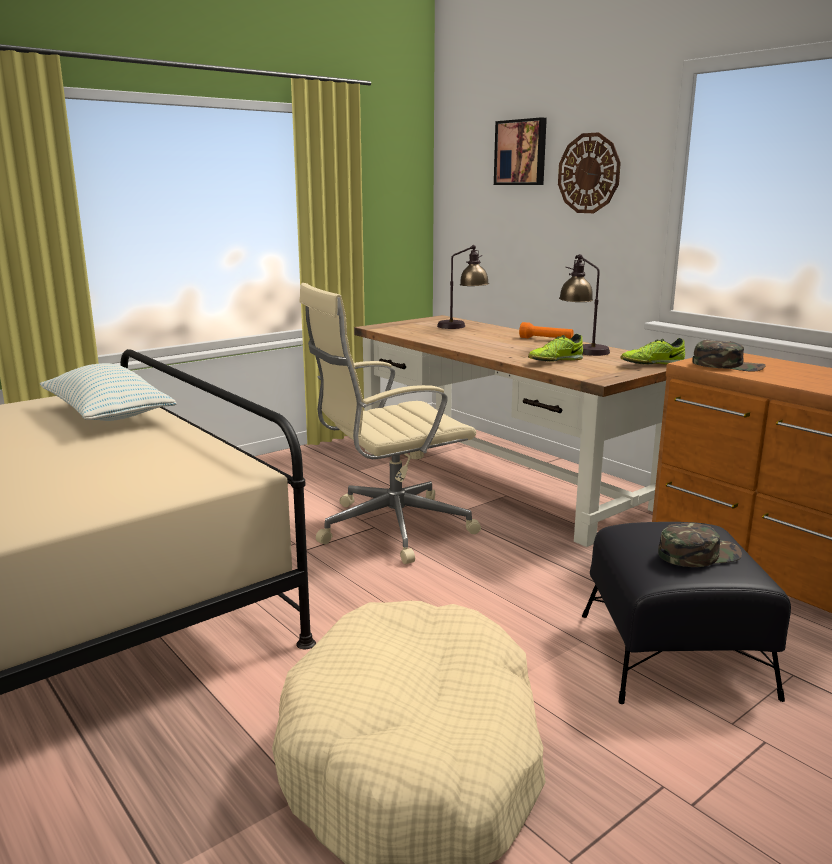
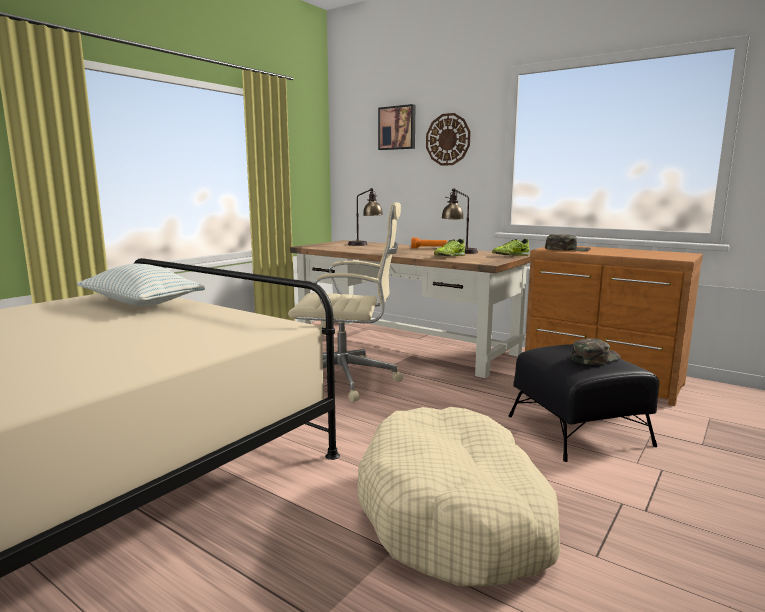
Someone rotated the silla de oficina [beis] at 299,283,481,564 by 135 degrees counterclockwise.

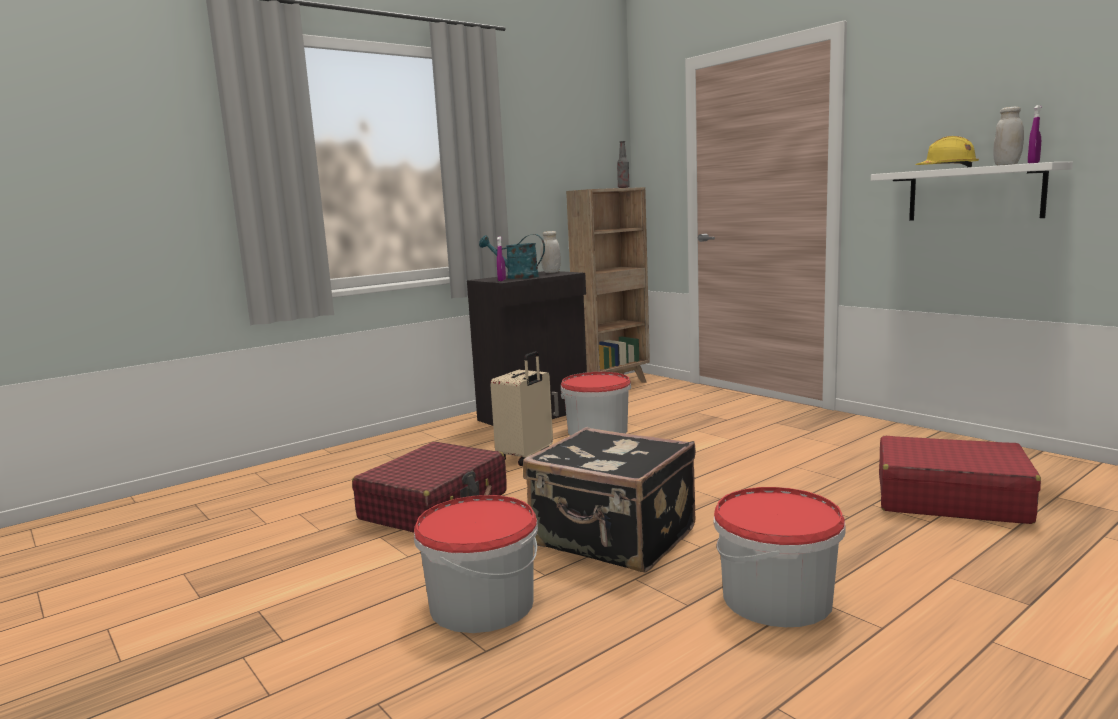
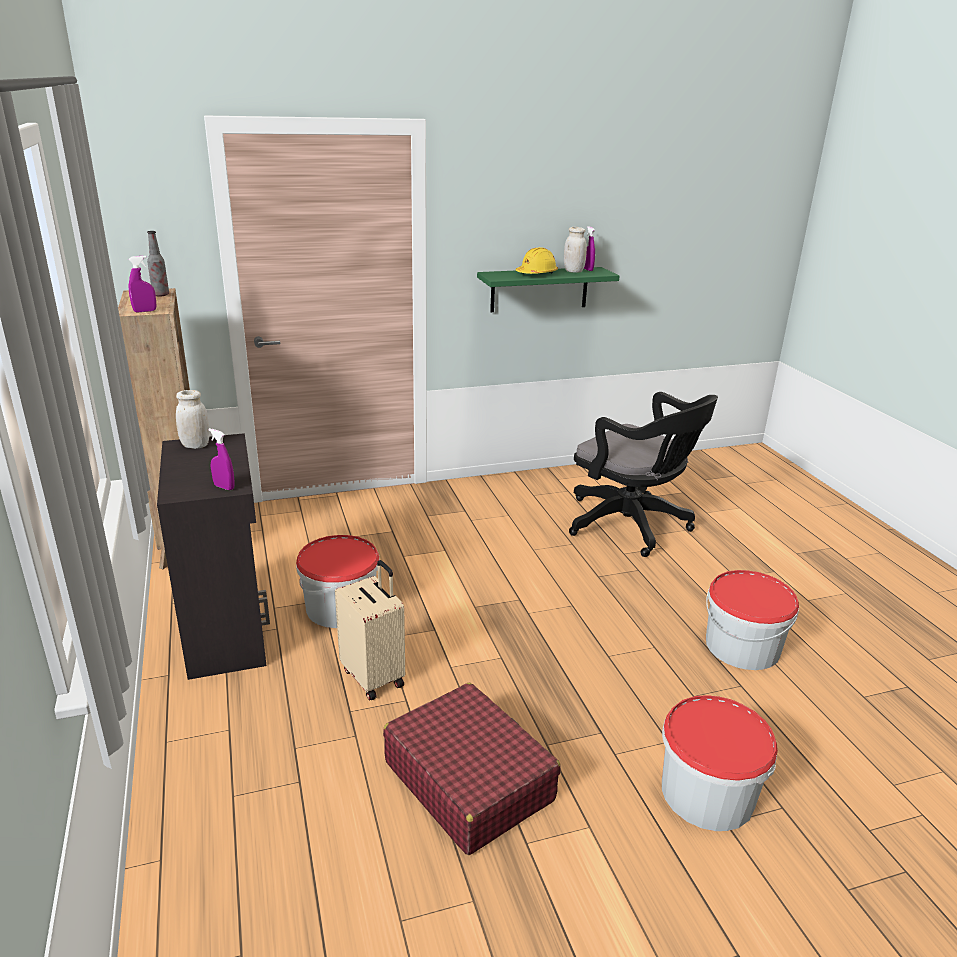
Someone repainted the estante [blanco] at 871,162,1073,221, which became the estante [verde] at 477,267,620,312.
Someone took away the regadera [turquesa] at 479,234,545,279.
Someone took away the maleta [negro] at 523,427,696,572.
Someone swapped the maleta [rojo] at 879,436,1041,524 for the silla de oficina [negro] at 569,392,718,557.
Someone put down the pulverizador [morado] at 128,256,156,312.

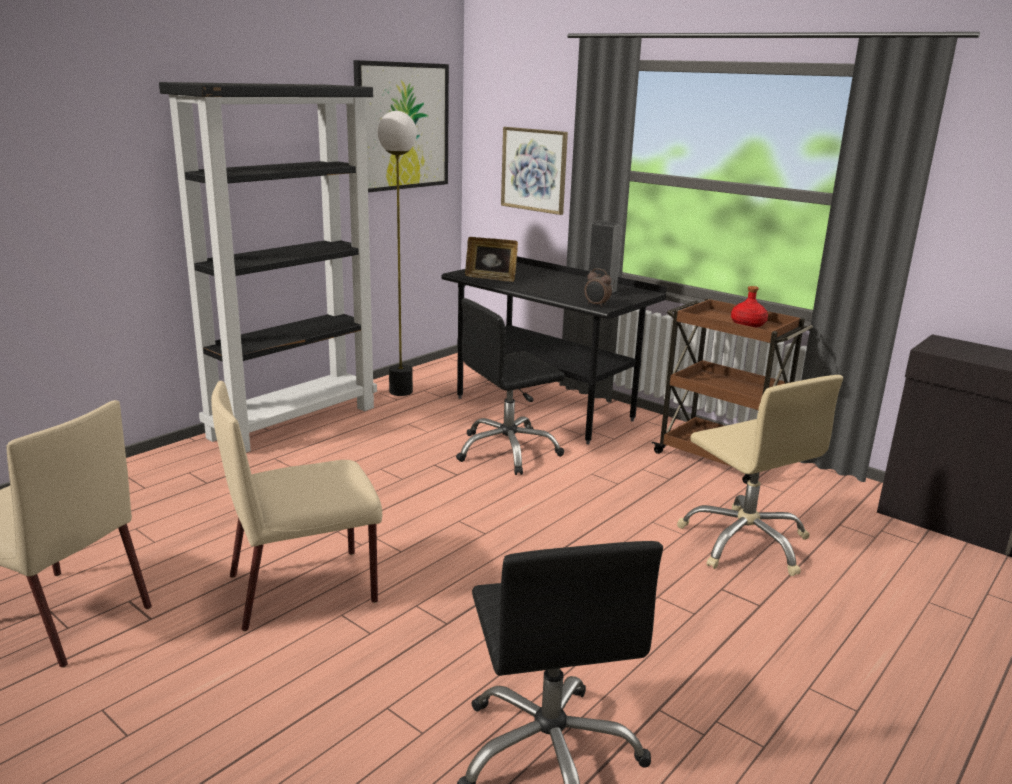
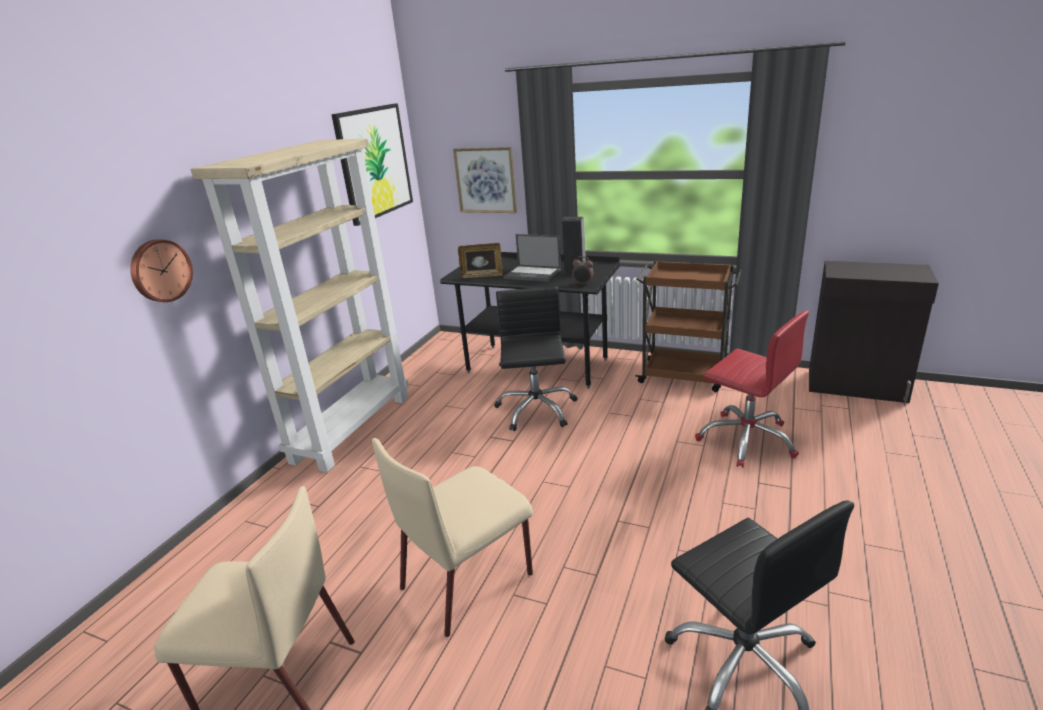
Someone repainted the estantería [negro] at 159,82,377,453, which became the estantería [beis] at 191,138,409,472.
Someone took away the lámpara de pie at 377,111,417,396.
Someone took away the botella [rojo] at 731,286,768,328.
Someone rotated the silla de oficina [negro] at 456,298,565,475 by 135 degrees clockwise.
Someone repainted the silla de oficina [beis] at 677,375,843,576, which became the silla de oficina [rojo] at 695,310,809,468.
Someone put down the portátil at 503,234,561,282.
Someone put up the reloj de pared at 130,239,193,302.

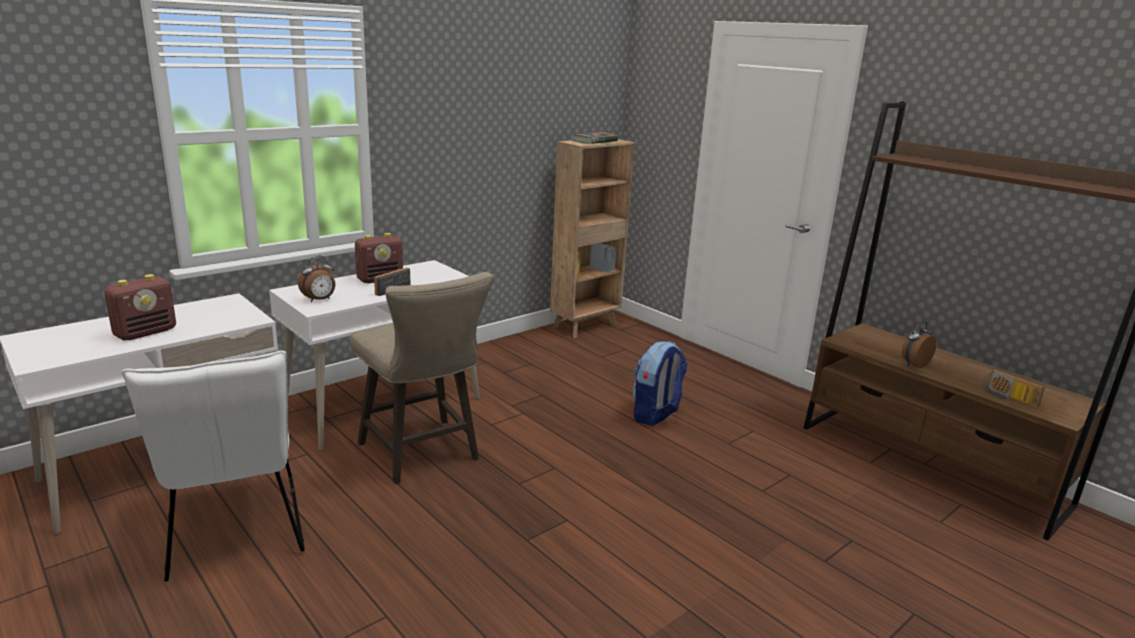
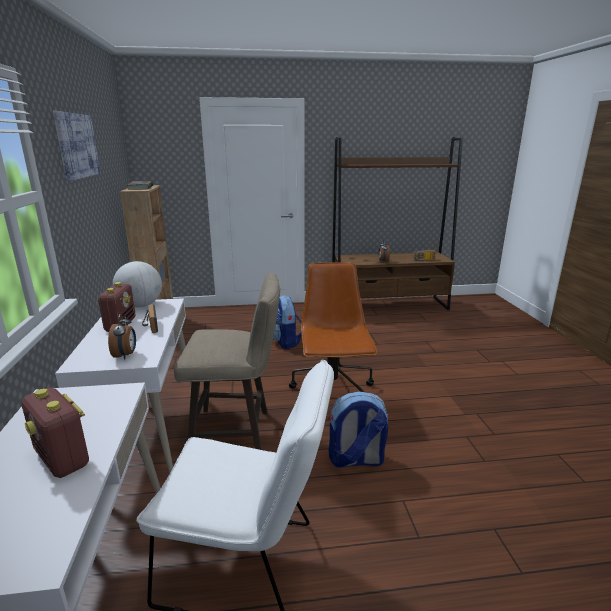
Someone rotated the radio at 104,274,176,341 by 150 degrees clockwise.
Someone put up the cuadro at 53,111,100,181.
Someone put down the globo terráqueo at 113,261,162,307.
Someone put down the silla de oficina [marrón] at 289,262,377,392.
Someone put down the mochila at 329,391,388,468.

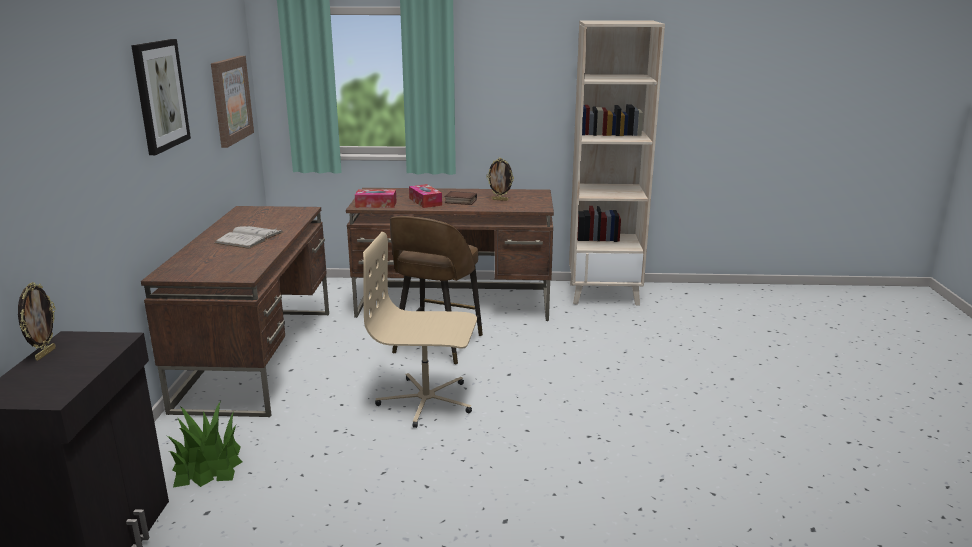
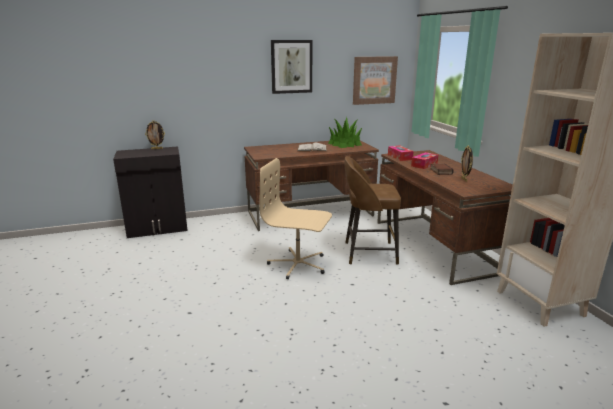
Someone rotated the silla de oficina [beis] at 363,232,477,428 by 60 degrees counterclockwise.
Someone carried the planta en maceta from 167,401,242,488 to 328,117,363,148.

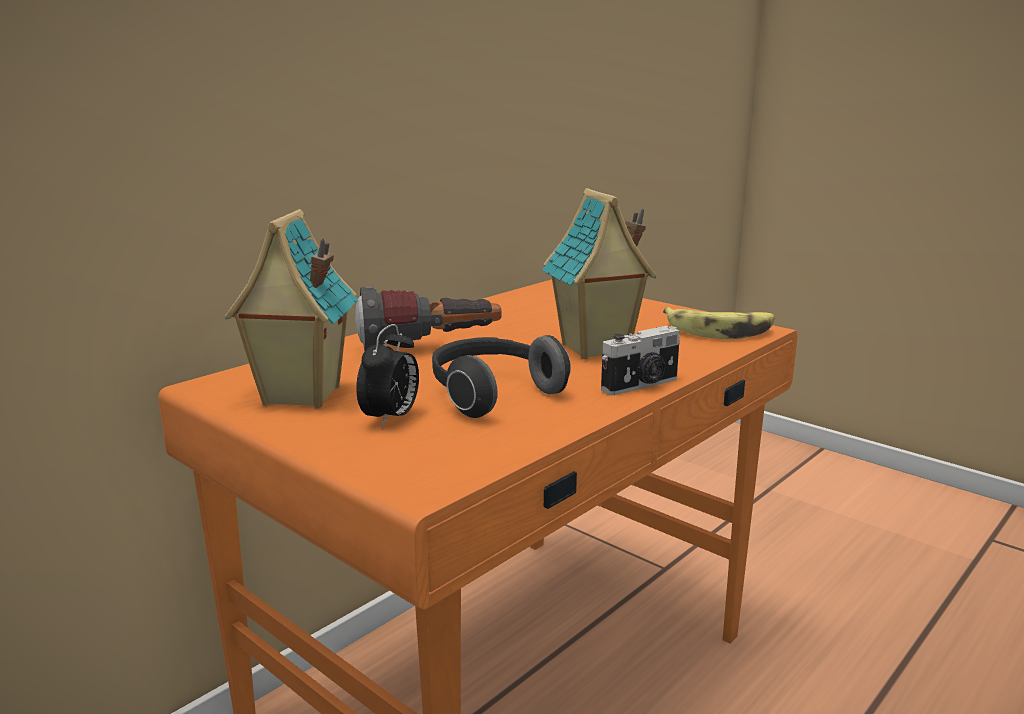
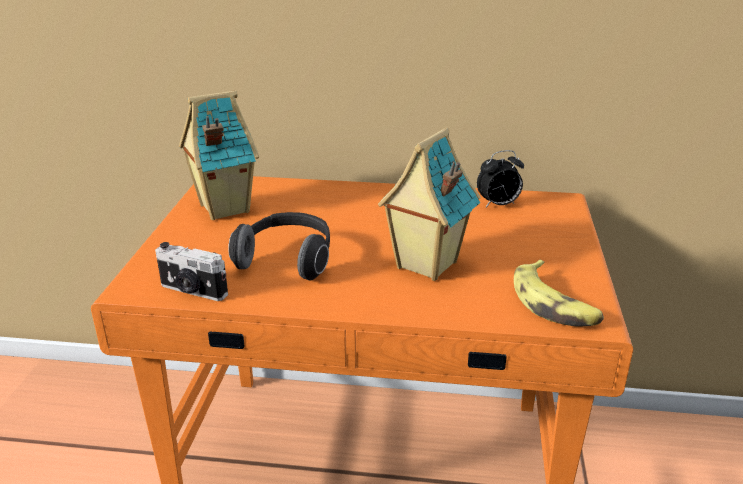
Someone took away the linterna at 355,286,502,351.
Someone carried the despertador from 356,324,419,428 to 477,150,524,207.
Someone carried the cámara from 601,326,680,395 to 155,242,228,301.

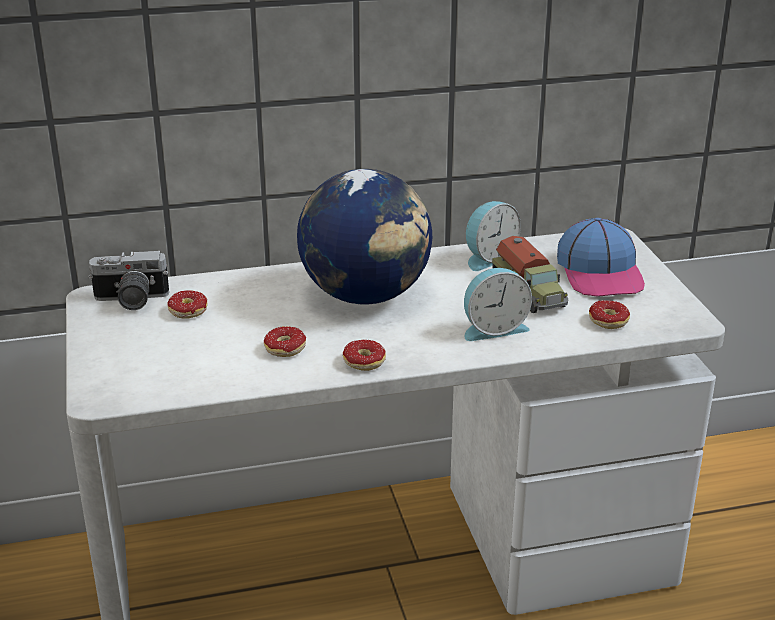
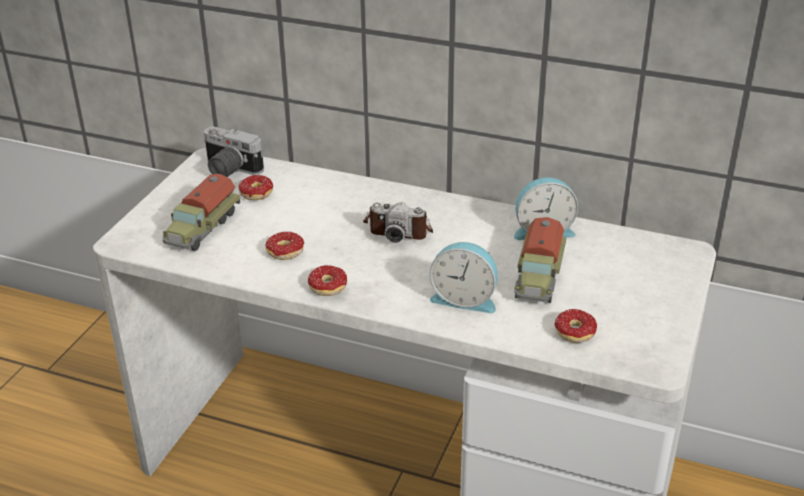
Someone swapped the globo terráqueo at 297,169,432,305 for the cámara at 363,202,433,243.
Someone took away the gorra at 557,218,645,297.
Someone put down the camión de juguete at 162,174,240,251.

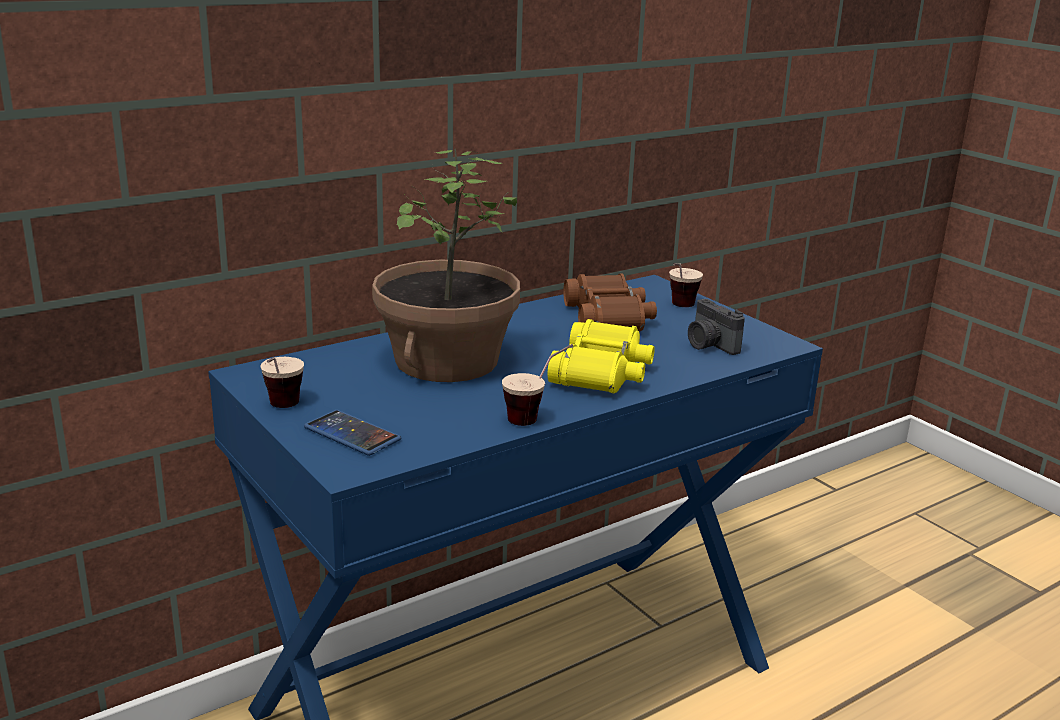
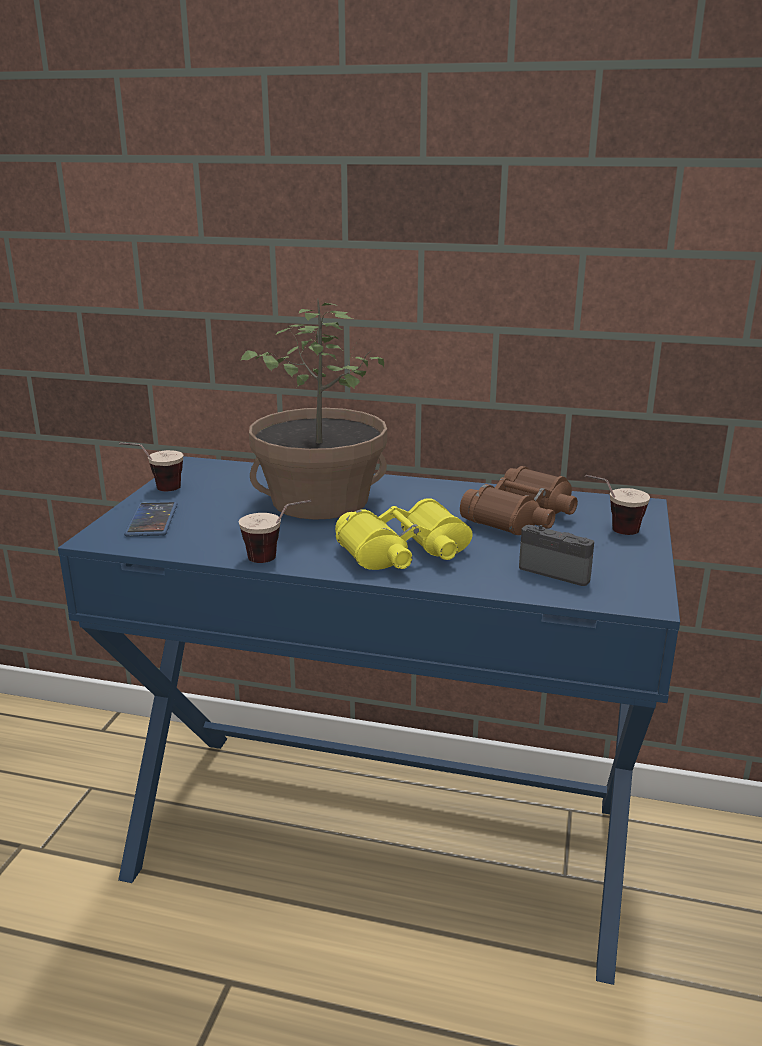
Someone rotated the cámara at 688,299,745,355 by 105 degrees clockwise.

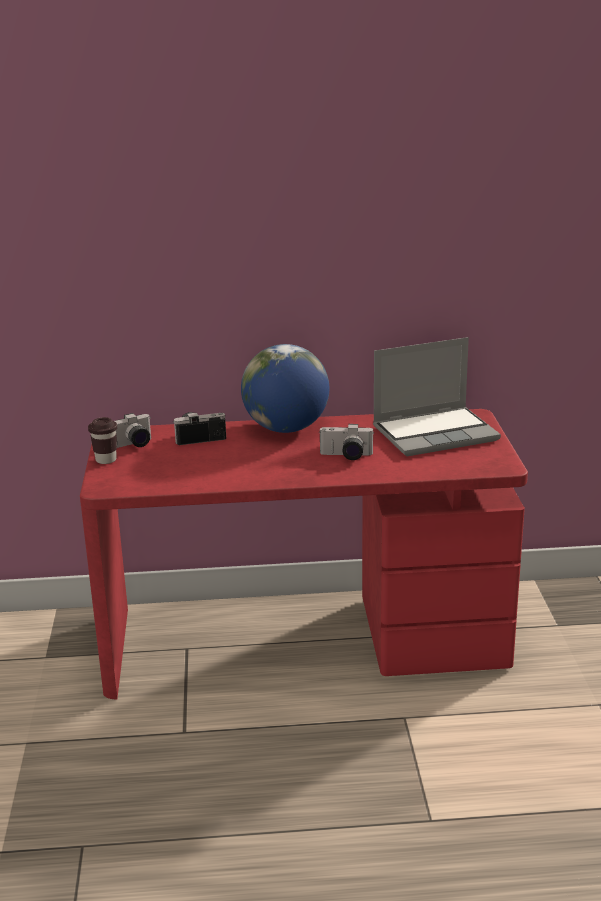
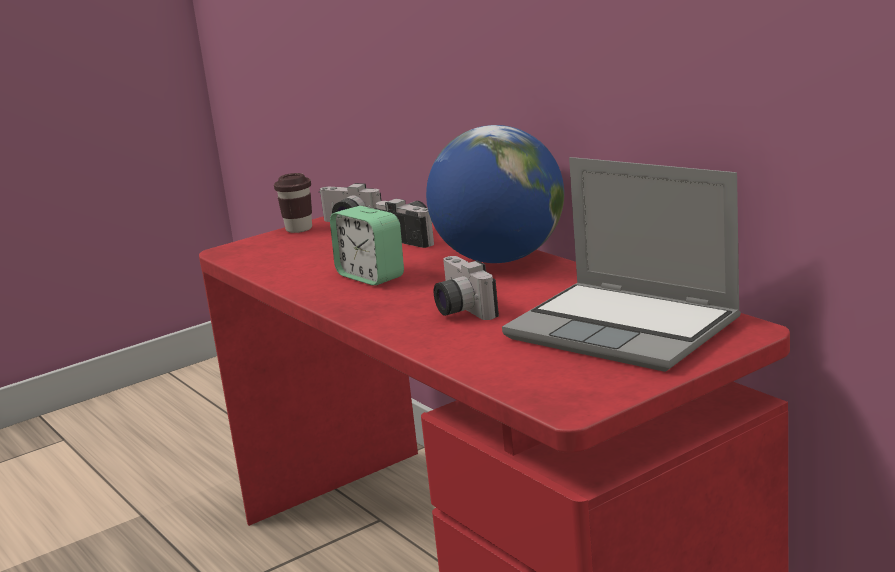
Someone put down the despertador at 330,206,404,285.

